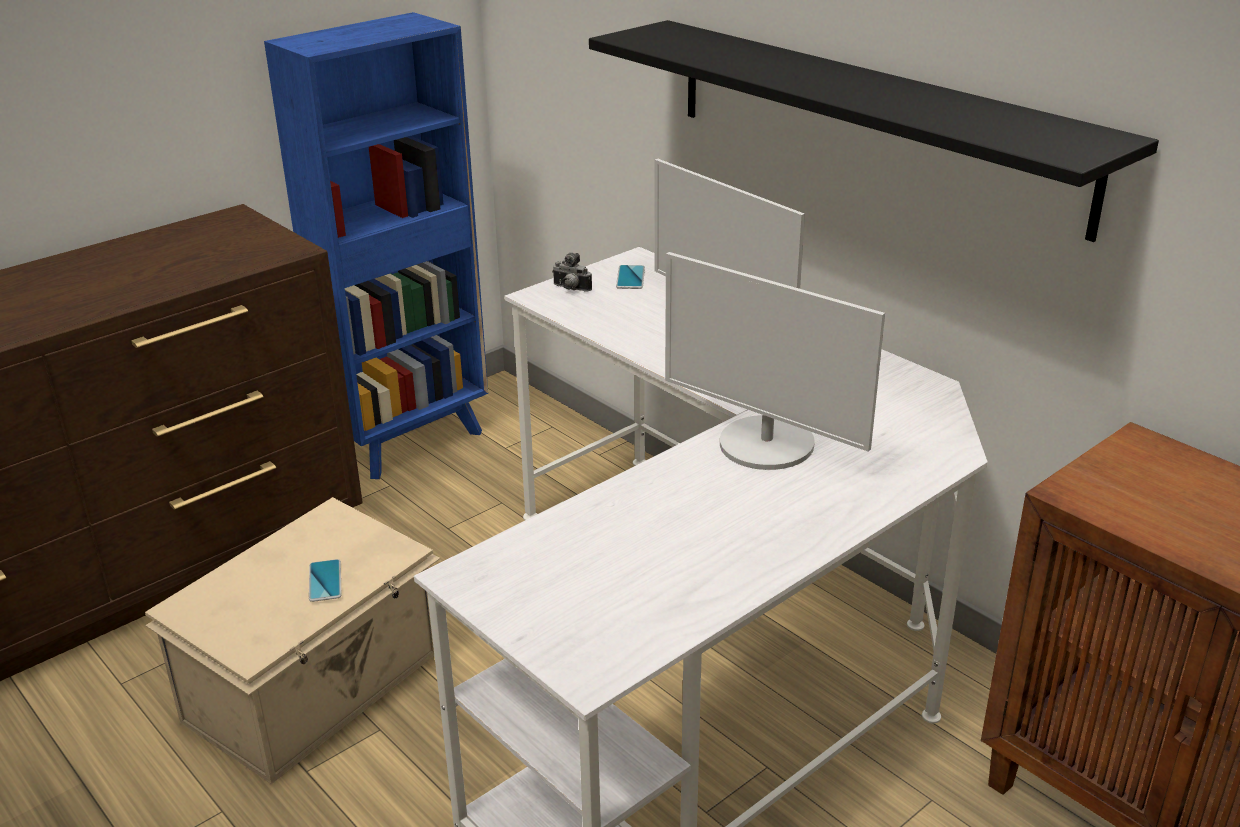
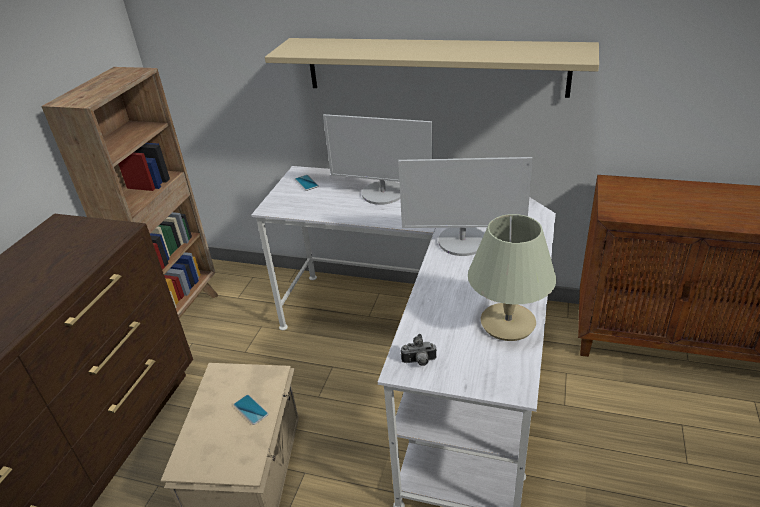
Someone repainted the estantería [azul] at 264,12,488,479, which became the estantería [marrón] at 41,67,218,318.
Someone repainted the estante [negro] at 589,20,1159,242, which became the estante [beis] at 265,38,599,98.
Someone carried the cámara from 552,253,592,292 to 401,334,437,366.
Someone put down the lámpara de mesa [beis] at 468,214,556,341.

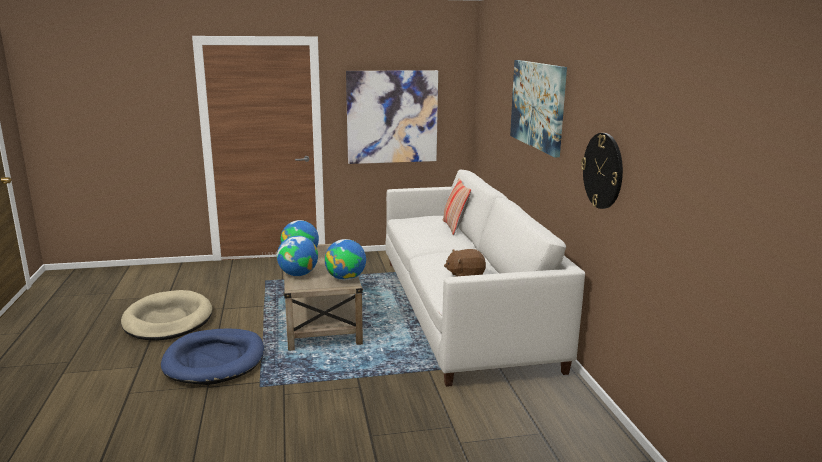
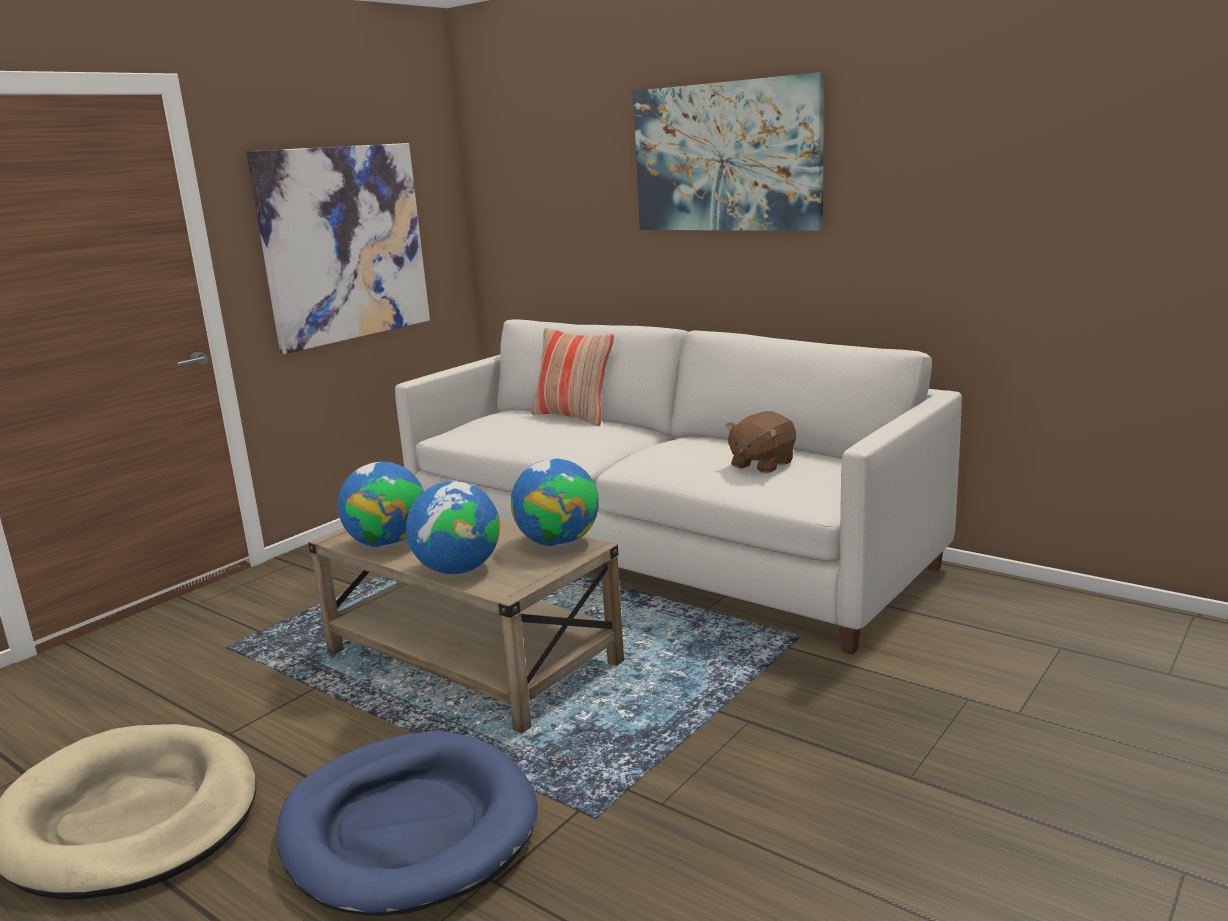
Someone took away the reloj de pared at 581,133,623,209.

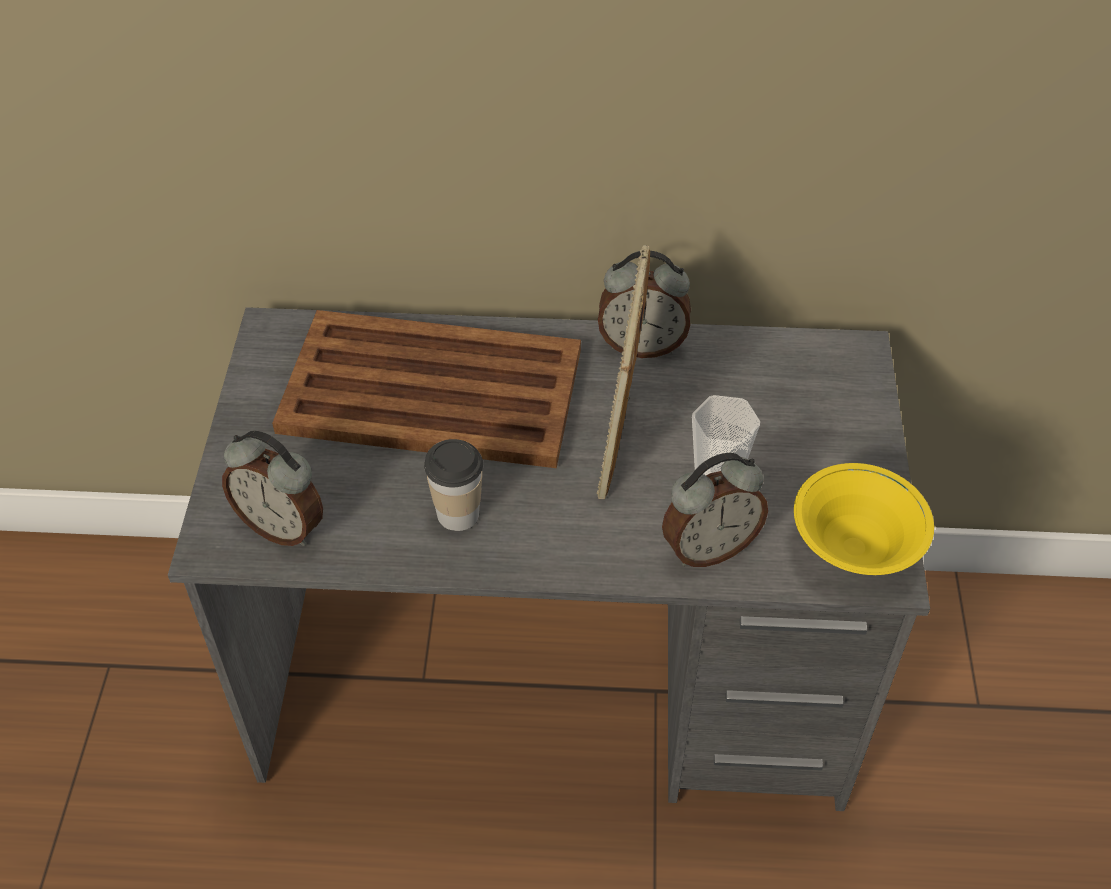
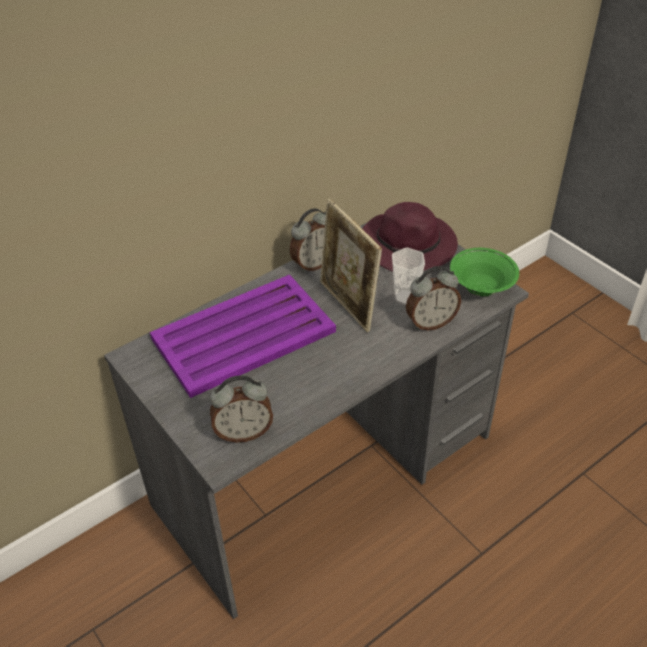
Someone repainted the bandeja [marrón] at 272,310,581,468, which became the bandeja [morado] at 150,274,336,398.
Someone took away the taza at 424,439,483,531.
Someone rotated the despertador at 662,453,768,567 by 45 degrees clockwise.
Someone repainted the cuenco [amarillo] at 794,463,934,575, which became the cuenco [verde] at 450,248,519,297.
Someone put down the sombrero [morado] at 362,202,458,272.

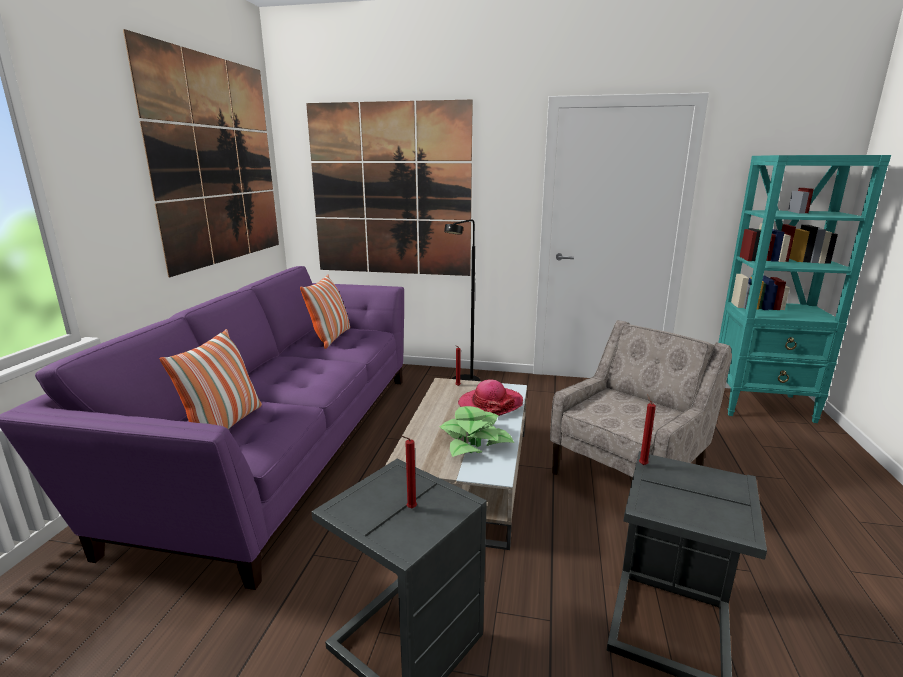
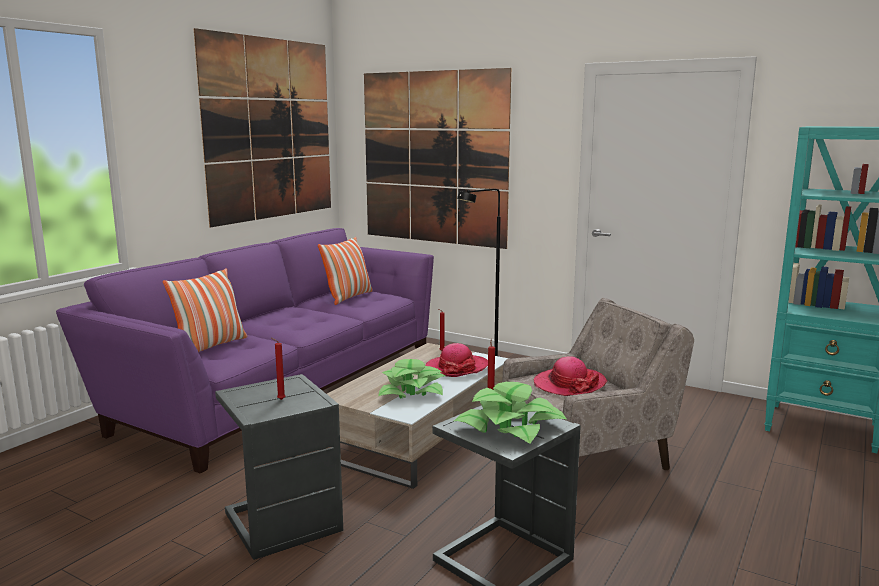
Someone put down the sombrero at 534,356,607,396.
Someone put down the planta en maceta at 454,382,567,444.

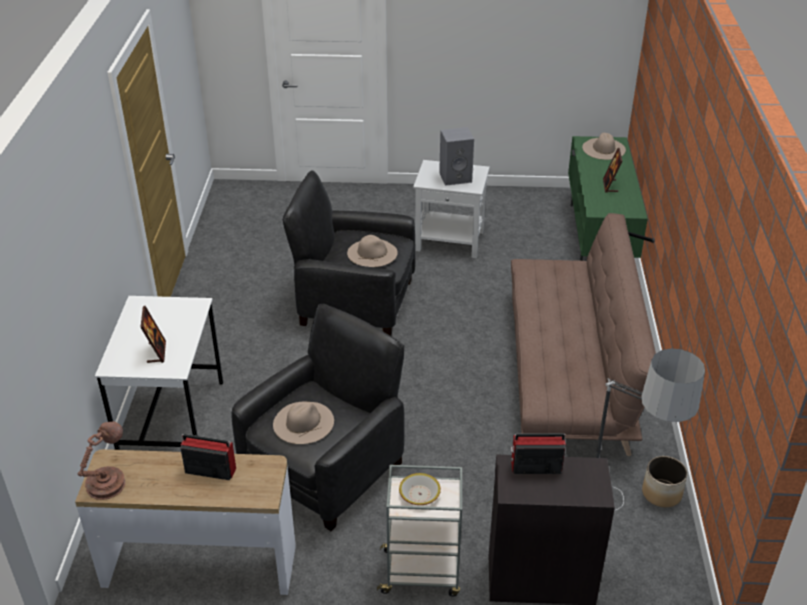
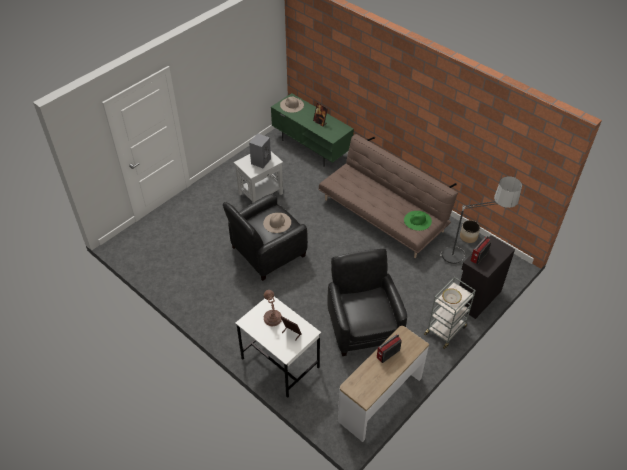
Someone took away the sombrero [beis] at 273,402,334,444.
Someone carried the lámpara de mesa [marrón] from 78,422,125,500 to 264,290,282,326.
Someone put down the sombrero [verde] at 404,211,432,231.

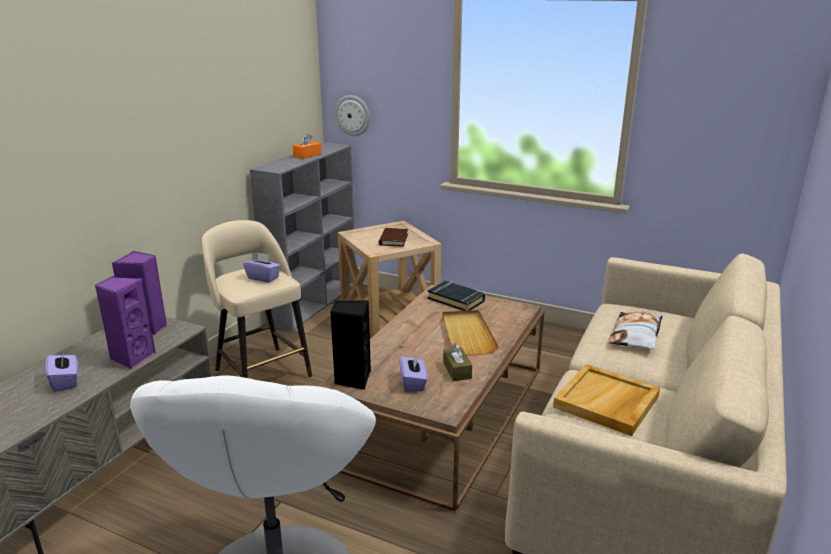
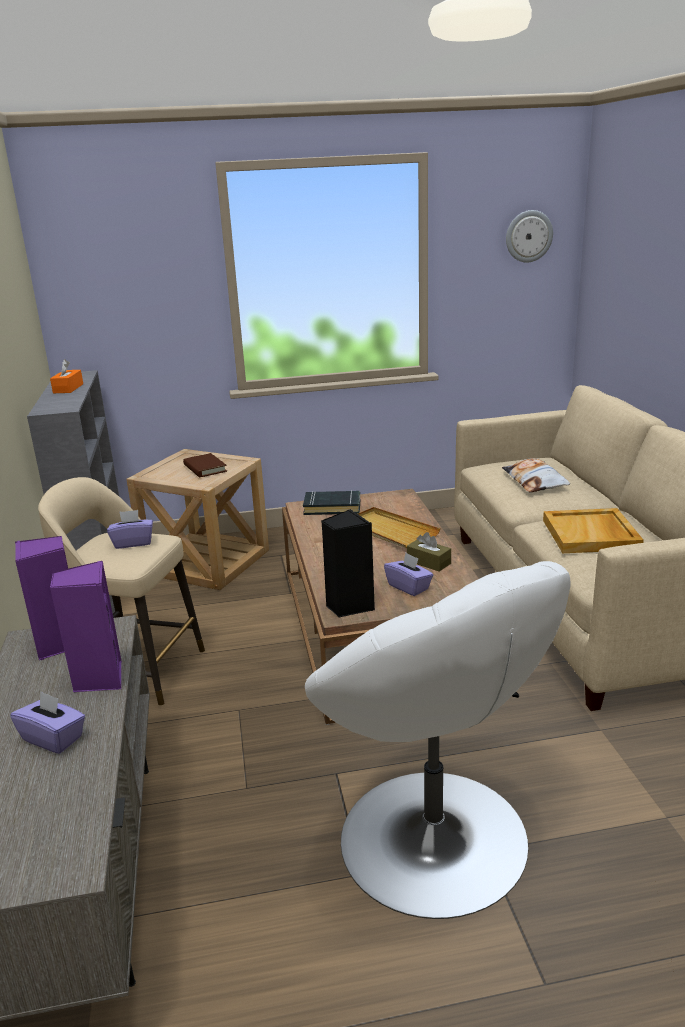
Someone carried the reloj de pared from 335,95,370,136 to 506,210,553,263.

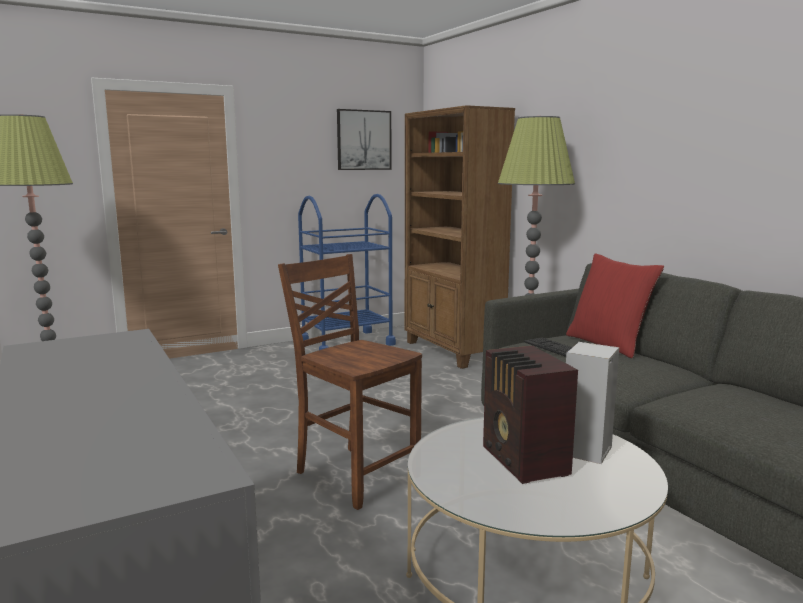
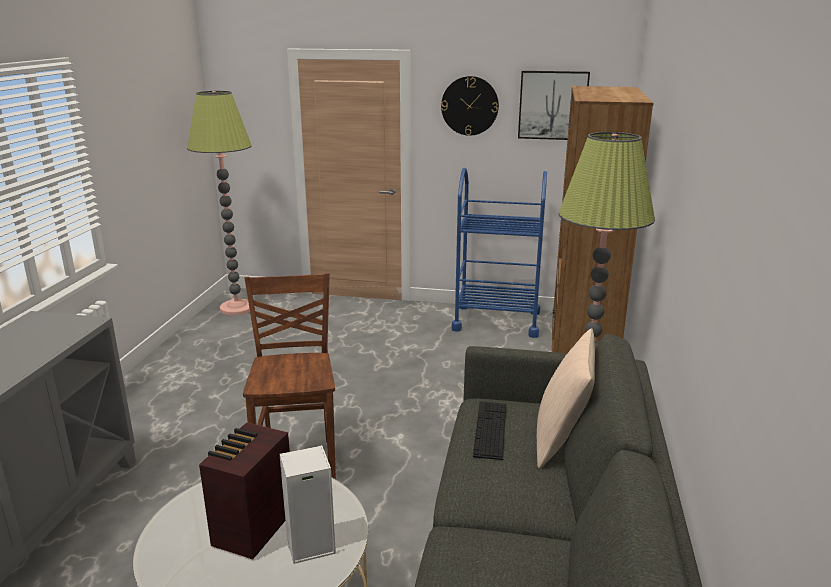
Someone repainted the cojín [rojo] at 566,253,664,359, which became the cojín [beis] at 537,328,595,469.
Someone put up the reloj de pared at 441,76,499,136.

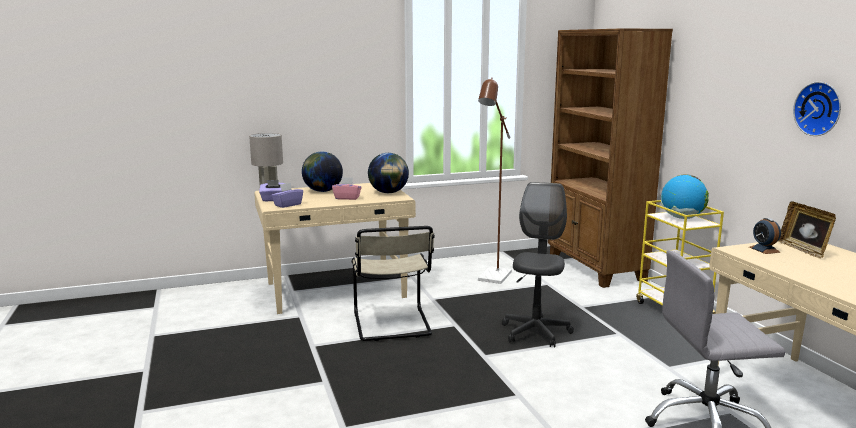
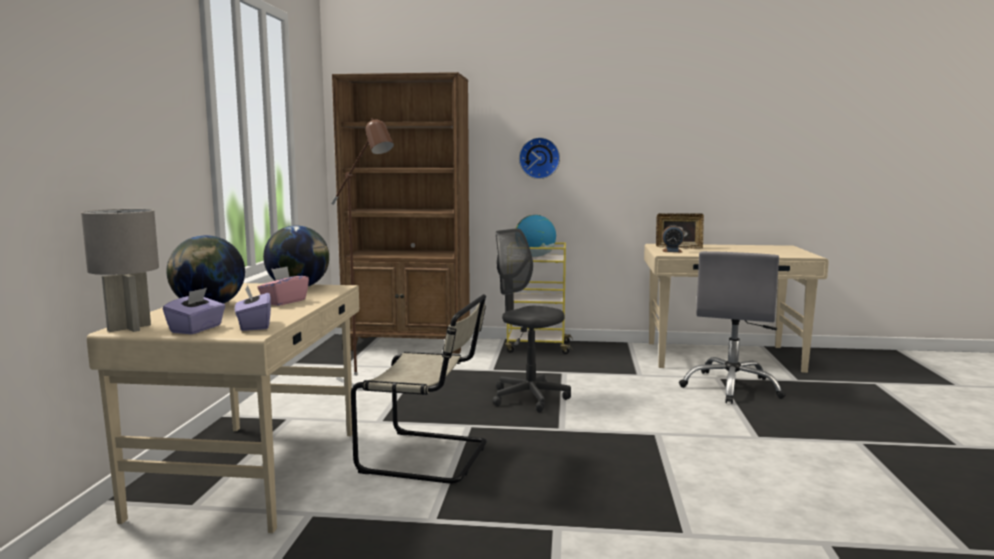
Someone carried the reloj de pared from 793,82,841,136 to 519,137,560,179.

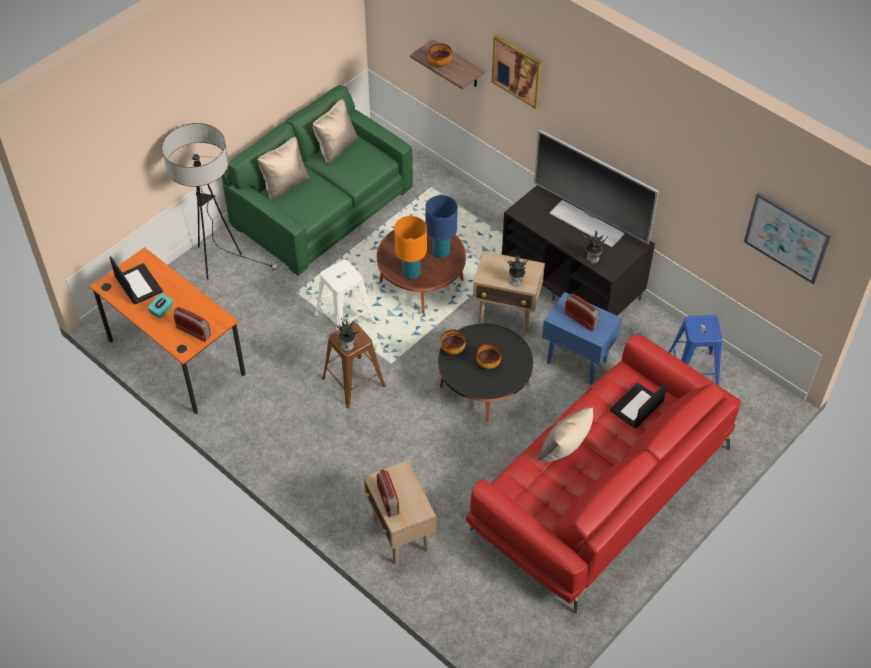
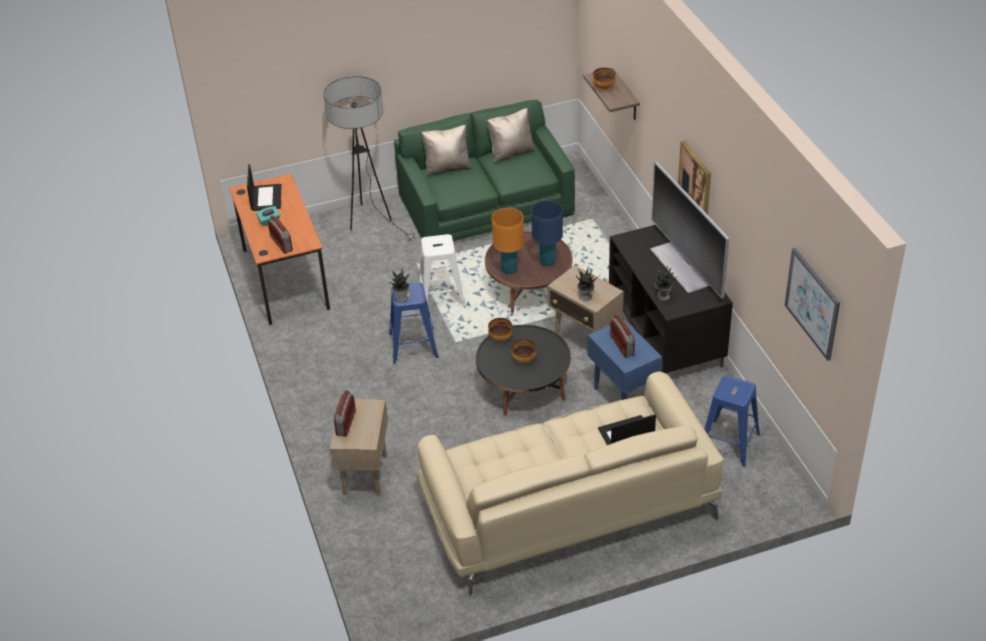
Someone carried the cuadro from 492,35,542,109 to 678,141,711,215.
Someone repainted the taburete [marrón] at 322,322,386,408, which became the taburete [azul] at 389,282,439,363.
Someone repainted the sofá [rojo] at 466,334,741,614, which became the sofá [beis] at 418,371,724,595.
Someone took away the cojín [beis] at 538,407,593,462.

